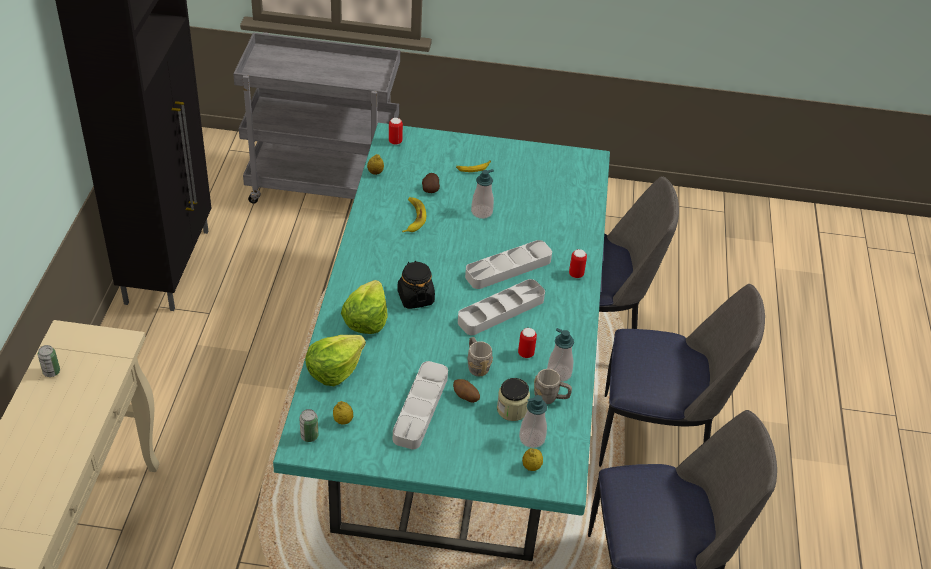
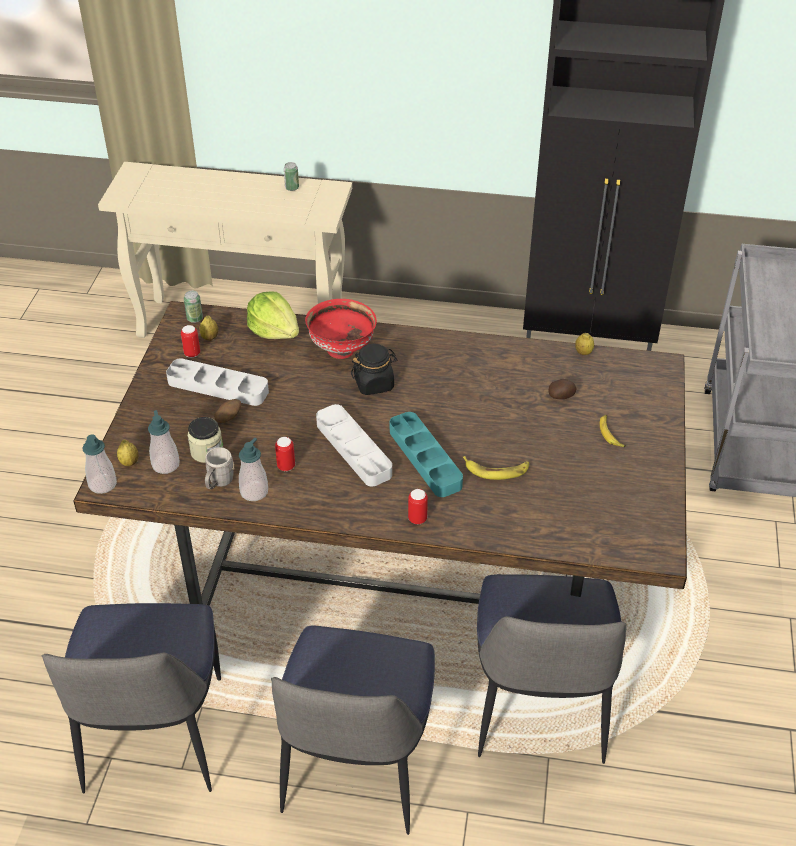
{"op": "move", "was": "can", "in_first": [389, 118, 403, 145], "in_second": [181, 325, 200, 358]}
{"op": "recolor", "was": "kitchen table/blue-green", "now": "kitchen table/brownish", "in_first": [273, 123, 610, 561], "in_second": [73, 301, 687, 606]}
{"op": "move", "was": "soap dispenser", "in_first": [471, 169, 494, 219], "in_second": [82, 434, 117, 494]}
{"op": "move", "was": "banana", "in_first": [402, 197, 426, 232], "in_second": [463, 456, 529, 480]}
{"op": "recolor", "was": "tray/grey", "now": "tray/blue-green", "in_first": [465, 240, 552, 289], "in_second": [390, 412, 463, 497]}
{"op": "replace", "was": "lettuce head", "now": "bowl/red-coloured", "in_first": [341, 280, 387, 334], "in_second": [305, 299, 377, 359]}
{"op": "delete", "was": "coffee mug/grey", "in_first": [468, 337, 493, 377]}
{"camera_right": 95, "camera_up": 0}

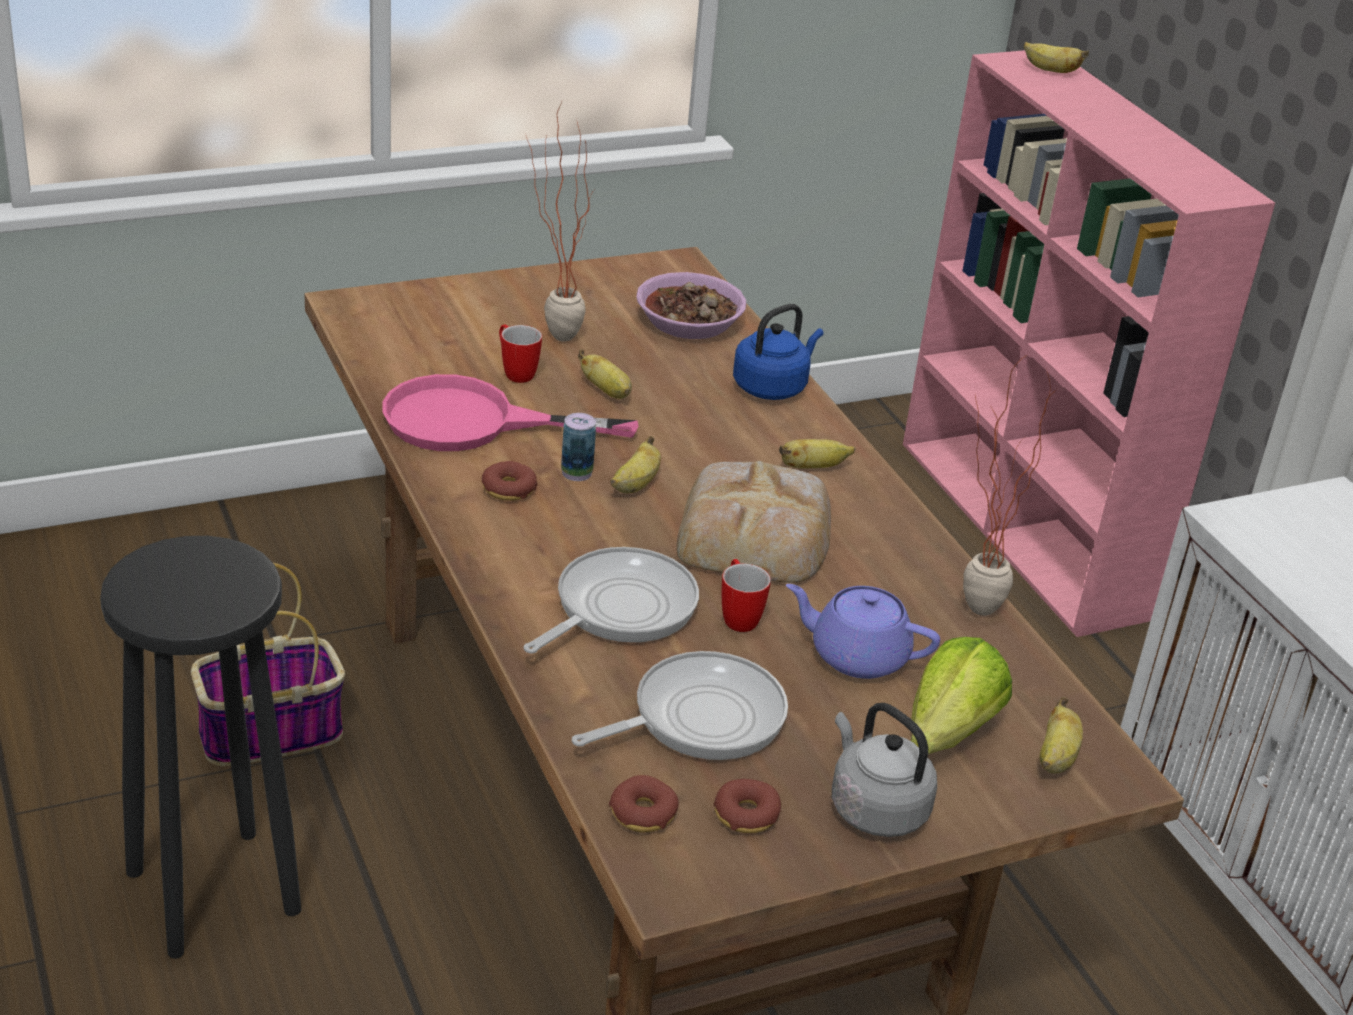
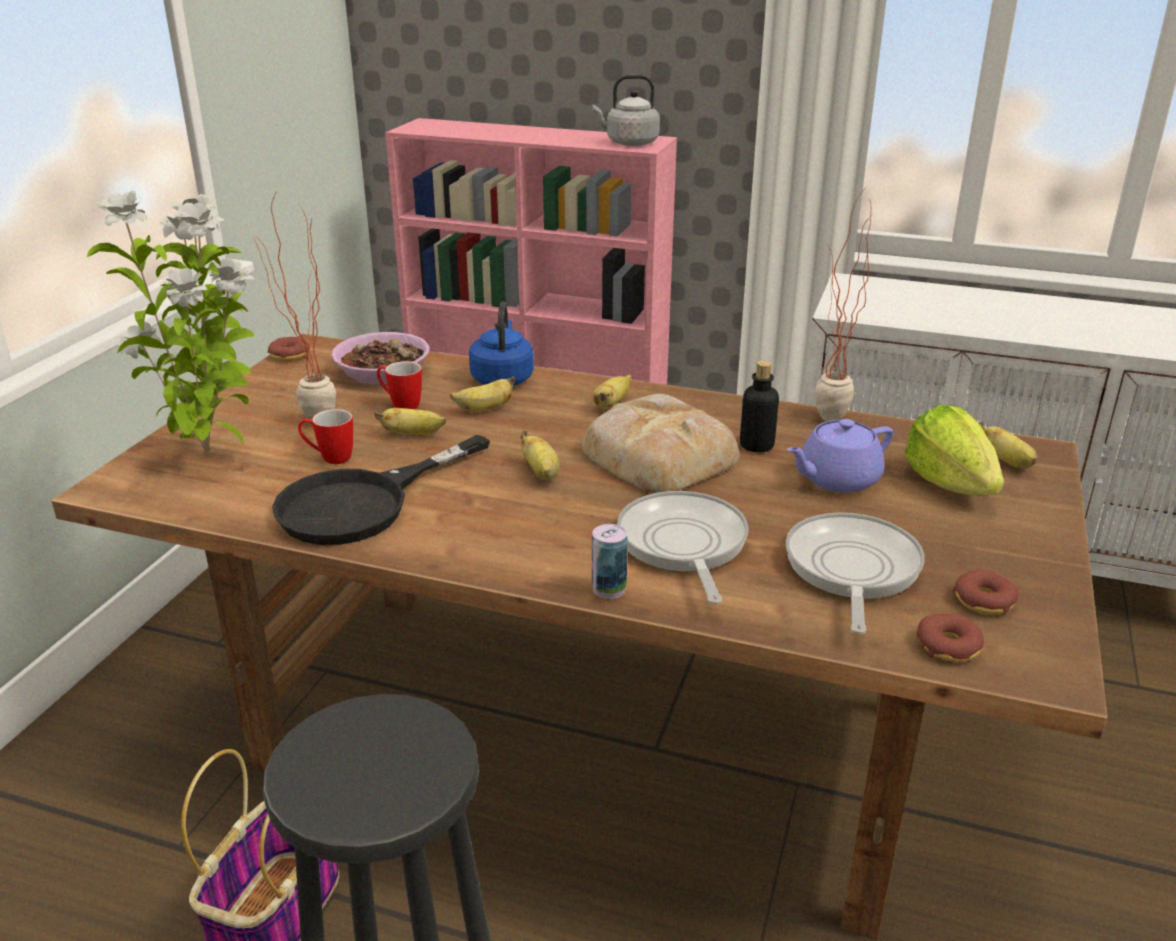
{"op": "move", "was": "banana", "in_first": [1024, 42, 1089, 73], "in_second": [450, 376, 515, 412]}
{"op": "recolor", "was": "frying pan/pink-coloured", "now": "frying pan/black", "in_first": [382, 374, 638, 451], "in_second": [272, 435, 490, 545]}
{"op": "move", "was": "can", "in_first": [561, 413, 596, 481], "in_second": [592, 524, 628, 599]}
{"op": "move", "was": "donut", "in_first": [482, 461, 537, 501], "in_second": [268, 337, 309, 361]}
{"op": "move", "was": "coffee mug", "in_first": [722, 559, 771, 632], "in_second": [377, 361, 422, 409]}
{"op": "move", "was": "water kettle/grey", "in_first": [832, 703, 937, 837], "in_second": [592, 74, 660, 146]}
{"op": "insert", "now": "plant in a pot", "in_second": [87, 190, 255, 454]}
{"op": "insert", "now": "beverage bottle", "in_second": [740, 361, 779, 452]}
{"camera_right": -45, "camera_up": -5}

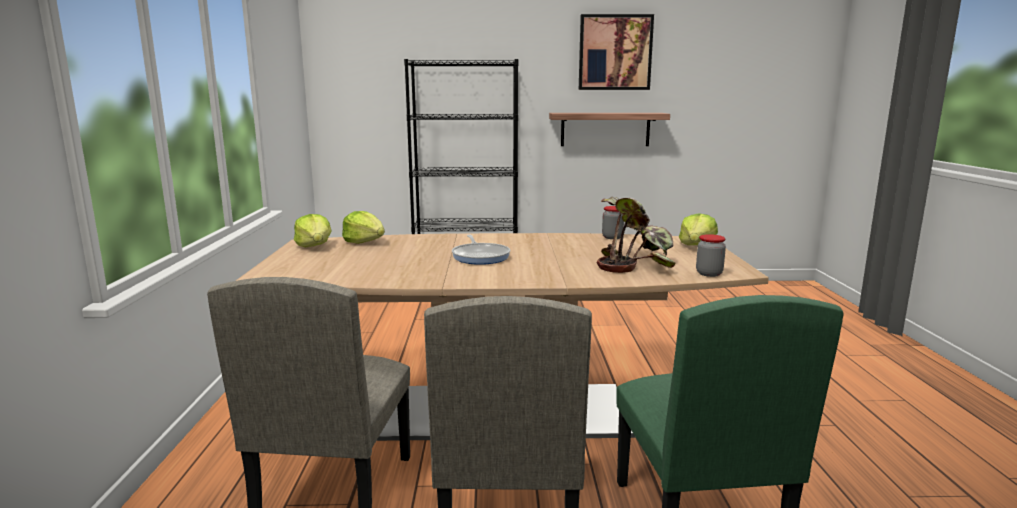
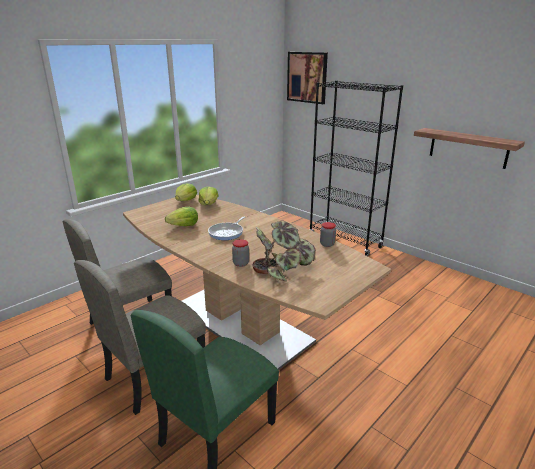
{"op": "move", "was": "wall picture", "in_first": [579, 14, 654, 90], "in_second": [287, 52, 328, 104]}
{"op": "move", "was": "lettuce head", "in_first": [679, 213, 718, 245], "in_second": [165, 207, 198, 226]}
{"op": "move", "was": "storage jar", "in_first": [696, 234, 726, 277], "in_second": [232, 239, 249, 267]}
{"camera_right": 45, "camera_up": 10}

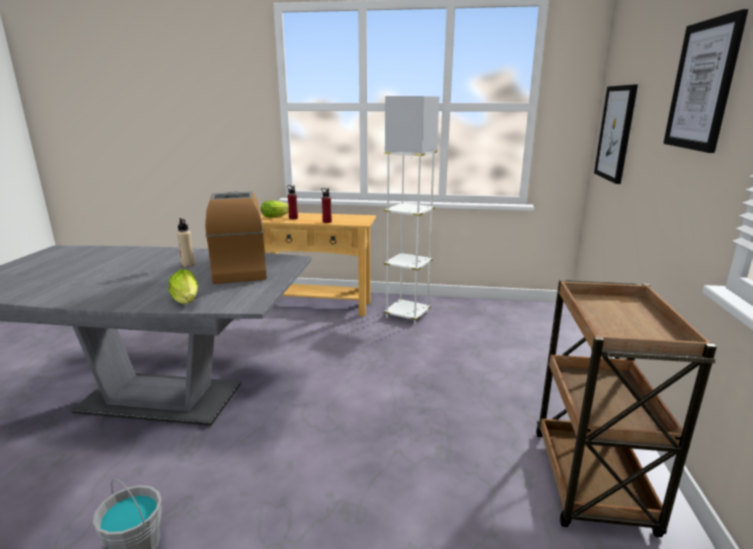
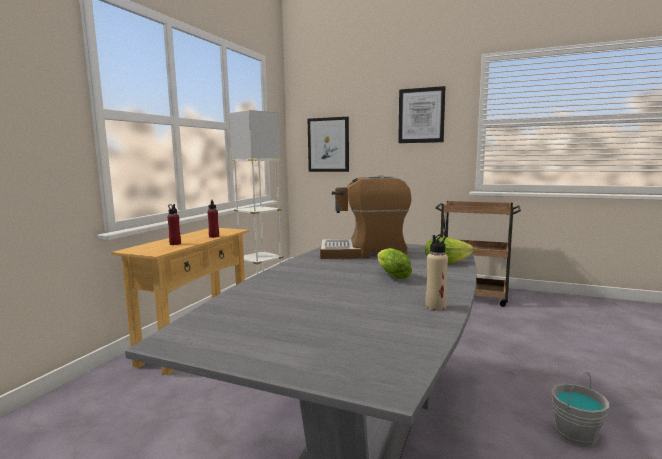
{"op": "move", "was": "lettuce head", "in_first": [261, 201, 289, 218], "in_second": [377, 248, 412, 279]}
{"op": "move", "was": "beverage bottle/beige", "in_first": [177, 218, 195, 267], "in_second": [426, 233, 448, 311]}
{"camera_right": -75, "camera_up": -10}

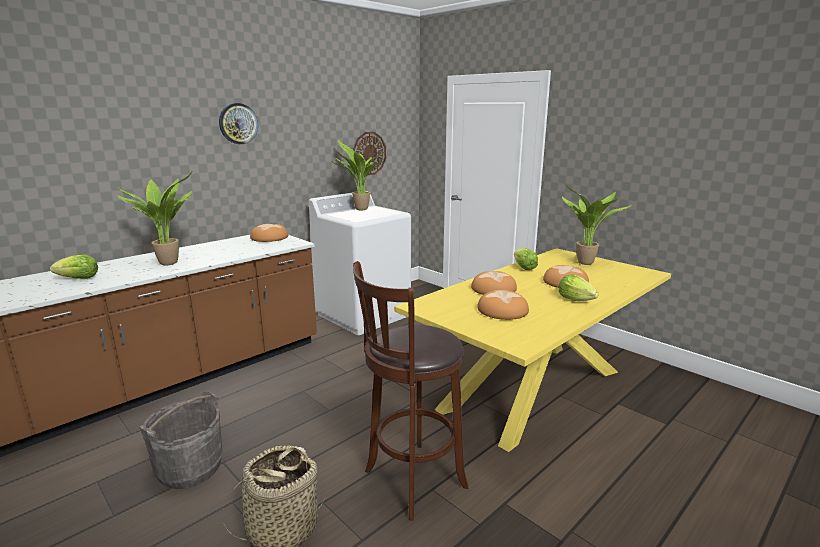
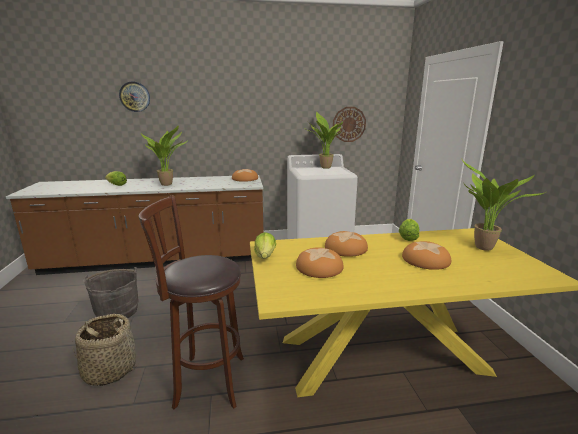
{"op": "move", "was": "clock on the wall", "in_first": [219, 103, 258, 144], "in_second": [119, 82, 150, 112]}
{"op": "move", "was": "lettuce head", "in_first": [559, 274, 599, 301], "in_second": [254, 232, 276, 259]}
{"camera_right": 35, "camera_up": 0}

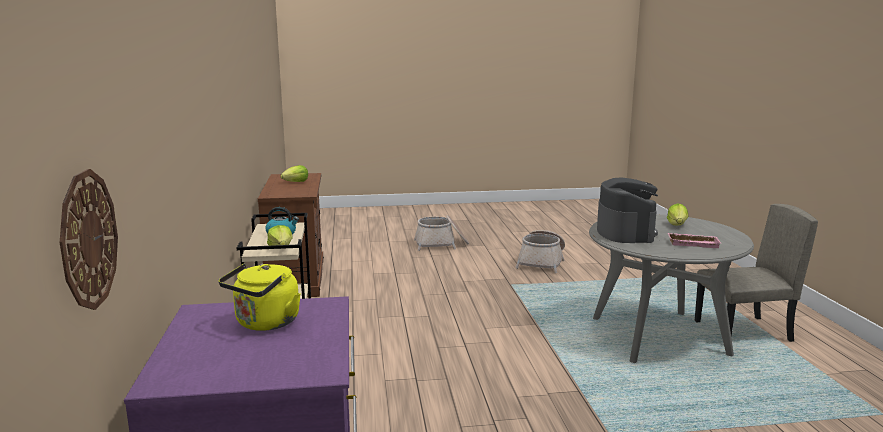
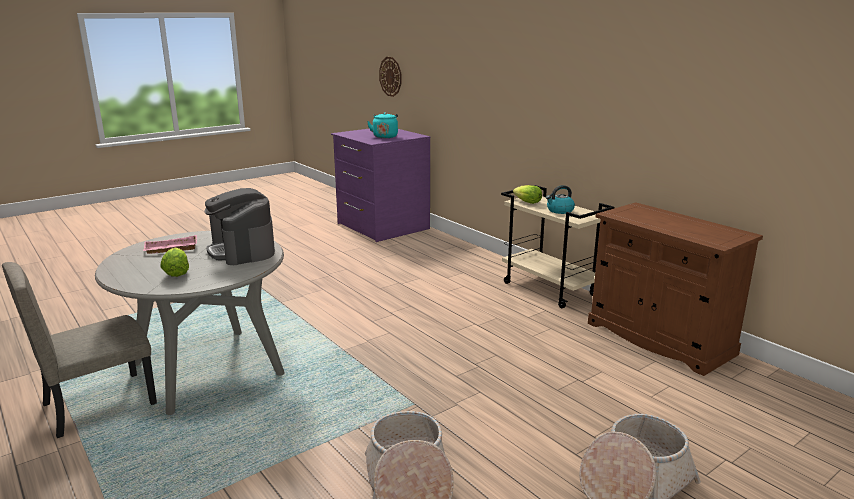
{"op": "delete", "was": "lettuce head", "in_first": [280, 165, 308, 182]}
{"op": "recolor", "was": "water kettle/yellowish", "now": "water kettle/blue-green", "in_first": [218, 263, 300, 331], "in_second": [367, 112, 398, 138]}
{"camera_right": 150, "camera_up": 5}

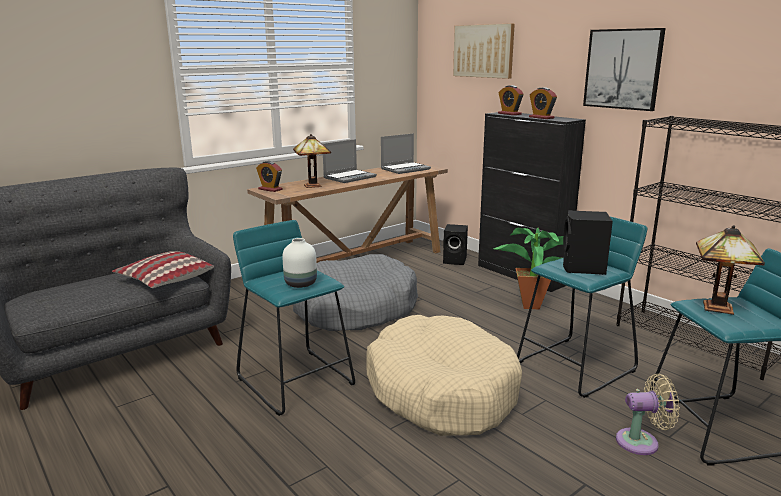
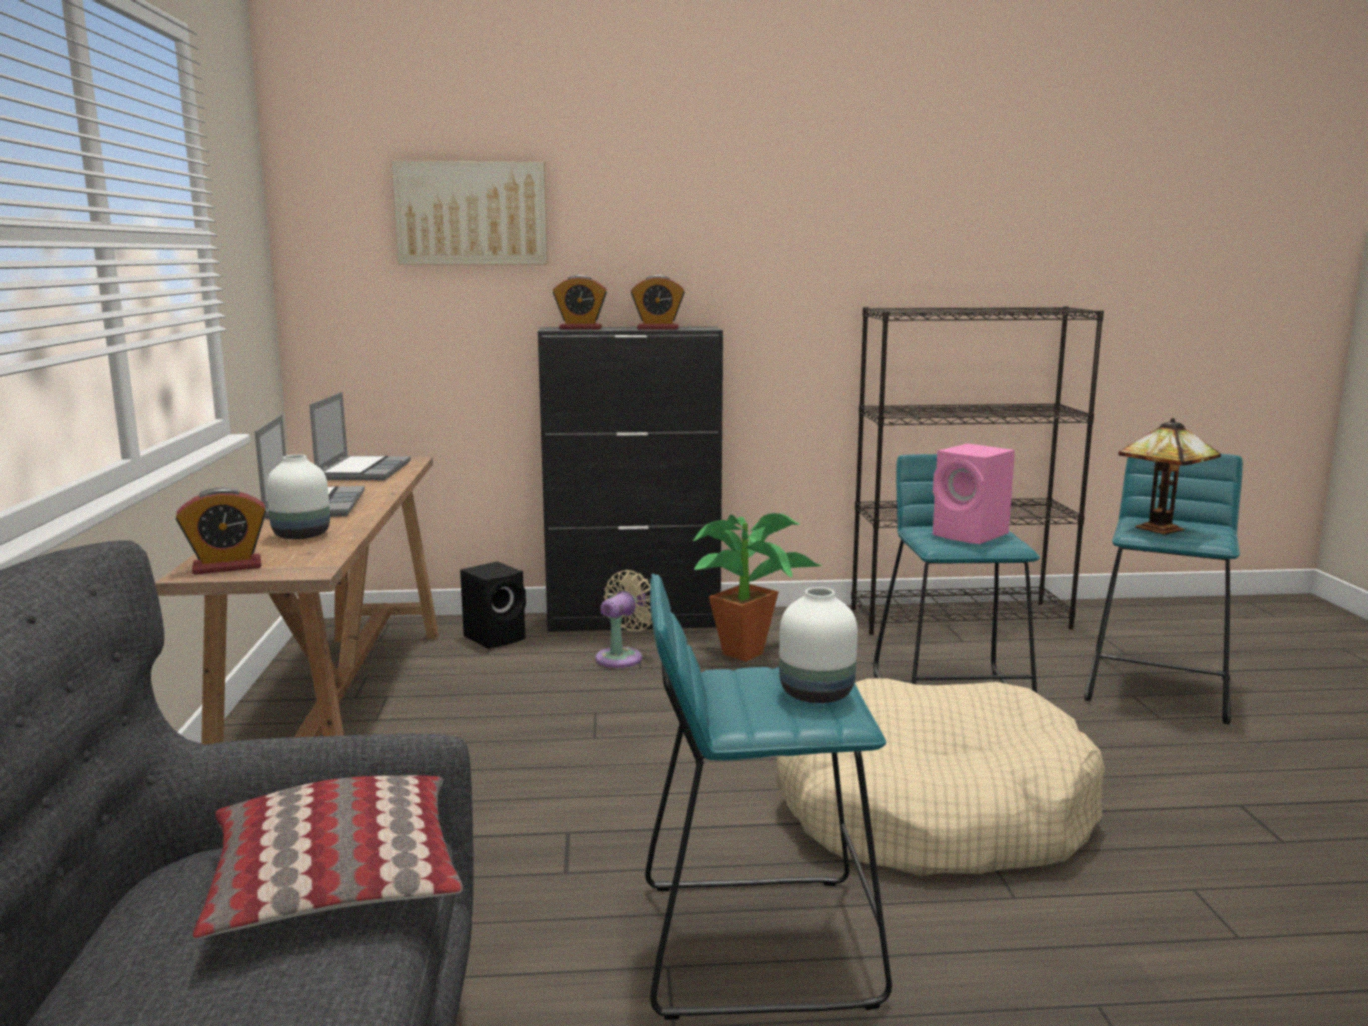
{"op": "delete", "was": "wall picture", "in_first": [583, 28, 666, 111]}
{"op": "replace", "was": "tabletop lamp", "now": "flower vase/white-coloured", "in_first": [293, 134, 331, 188], "in_second": [266, 454, 330, 539]}
{"op": "recolor", "was": "loudspeaker/black", "now": "loudspeaker/pink-coloured", "in_first": [563, 210, 613, 275], "in_second": [933, 444, 1015, 544]}
{"op": "delete", "was": "pet bed/grey", "in_first": [293, 254, 418, 331]}
{"op": "move", "was": "electric fan/beige", "in_first": [616, 374, 680, 455], "in_second": [595, 570, 652, 668]}
{"camera_right": -55, "camera_up": -5}

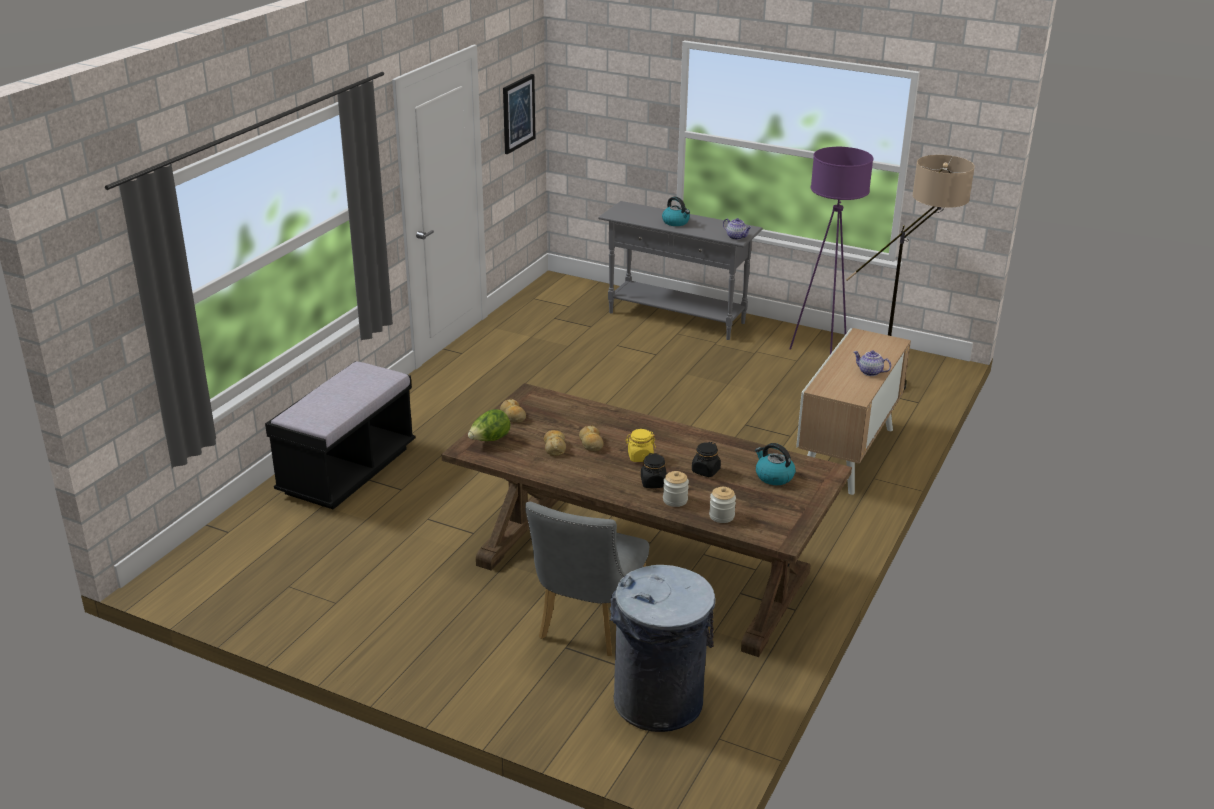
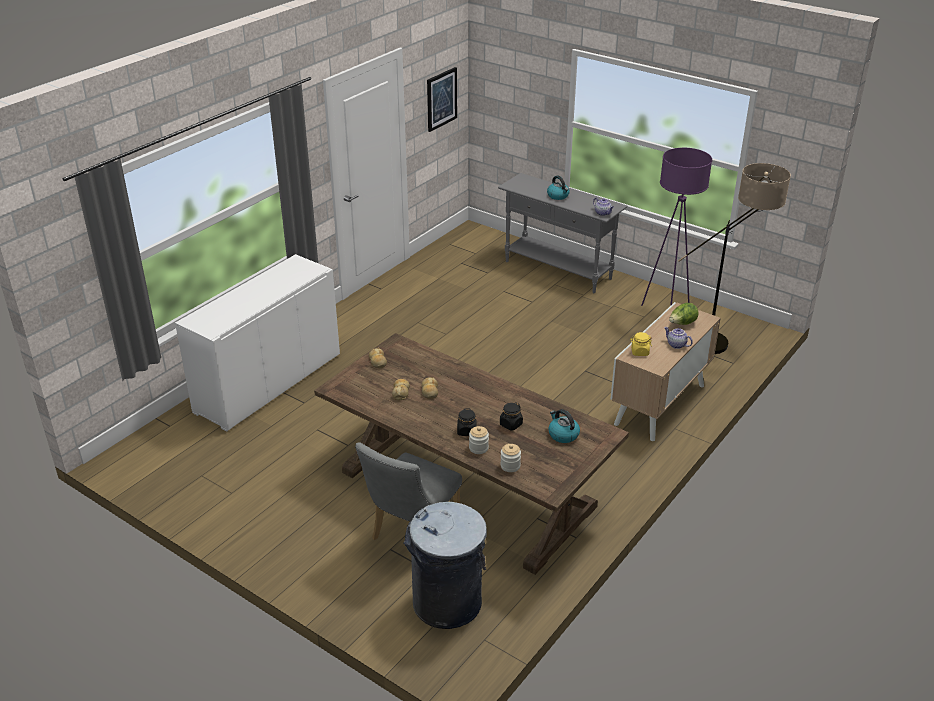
{"op": "replace", "was": "long seat/black", "now": "cupboard/white-coloured", "in_first": [265, 361, 415, 509], "in_second": [175, 254, 340, 432]}
{"op": "move", "was": "lettuce head", "in_first": [468, 409, 510, 441], "in_second": [669, 303, 699, 325]}
{"op": "move", "was": "storage jar/yellowish", "in_first": [625, 429, 656, 462], "in_second": [630, 332, 652, 356]}
{"camera_right": 10, "camera_up": 5}

